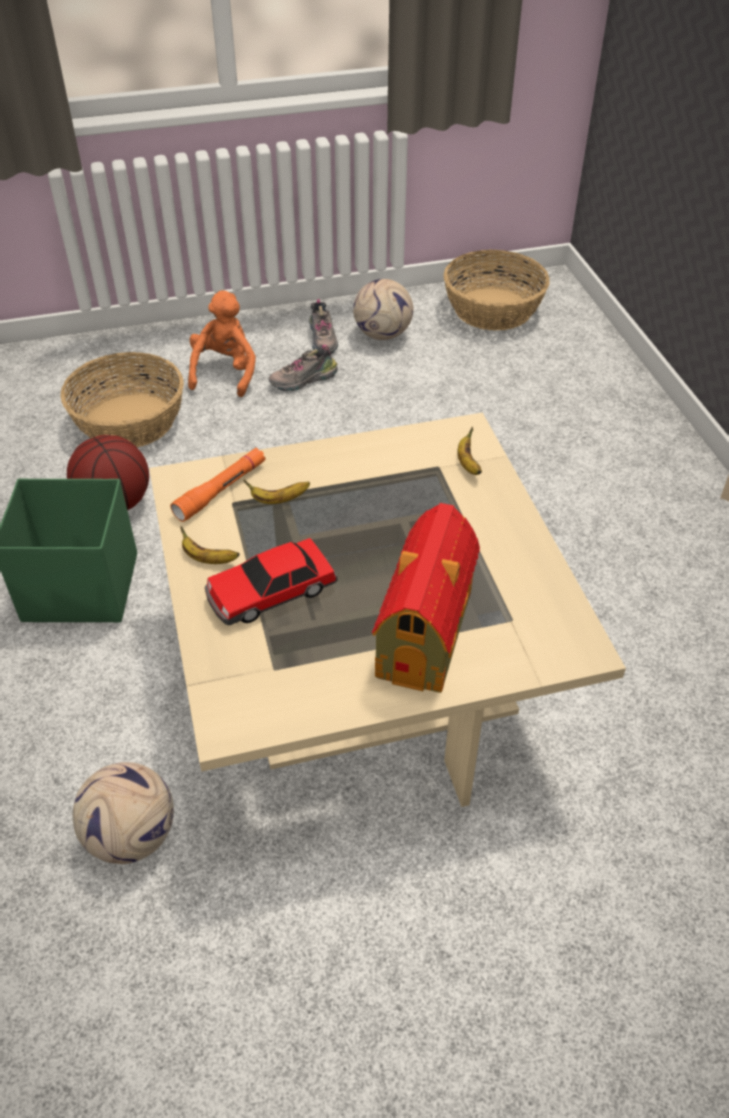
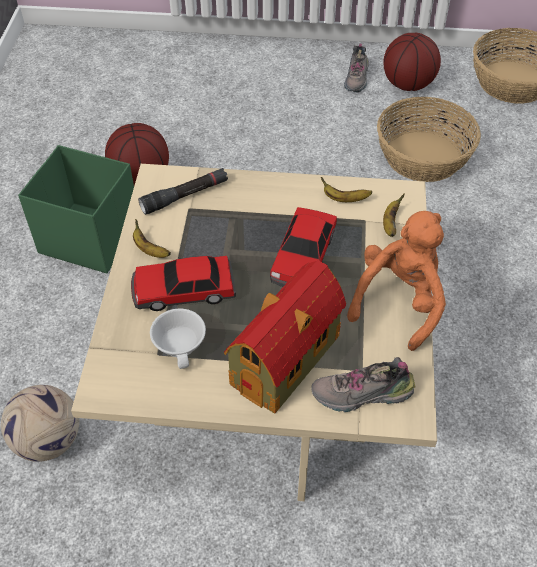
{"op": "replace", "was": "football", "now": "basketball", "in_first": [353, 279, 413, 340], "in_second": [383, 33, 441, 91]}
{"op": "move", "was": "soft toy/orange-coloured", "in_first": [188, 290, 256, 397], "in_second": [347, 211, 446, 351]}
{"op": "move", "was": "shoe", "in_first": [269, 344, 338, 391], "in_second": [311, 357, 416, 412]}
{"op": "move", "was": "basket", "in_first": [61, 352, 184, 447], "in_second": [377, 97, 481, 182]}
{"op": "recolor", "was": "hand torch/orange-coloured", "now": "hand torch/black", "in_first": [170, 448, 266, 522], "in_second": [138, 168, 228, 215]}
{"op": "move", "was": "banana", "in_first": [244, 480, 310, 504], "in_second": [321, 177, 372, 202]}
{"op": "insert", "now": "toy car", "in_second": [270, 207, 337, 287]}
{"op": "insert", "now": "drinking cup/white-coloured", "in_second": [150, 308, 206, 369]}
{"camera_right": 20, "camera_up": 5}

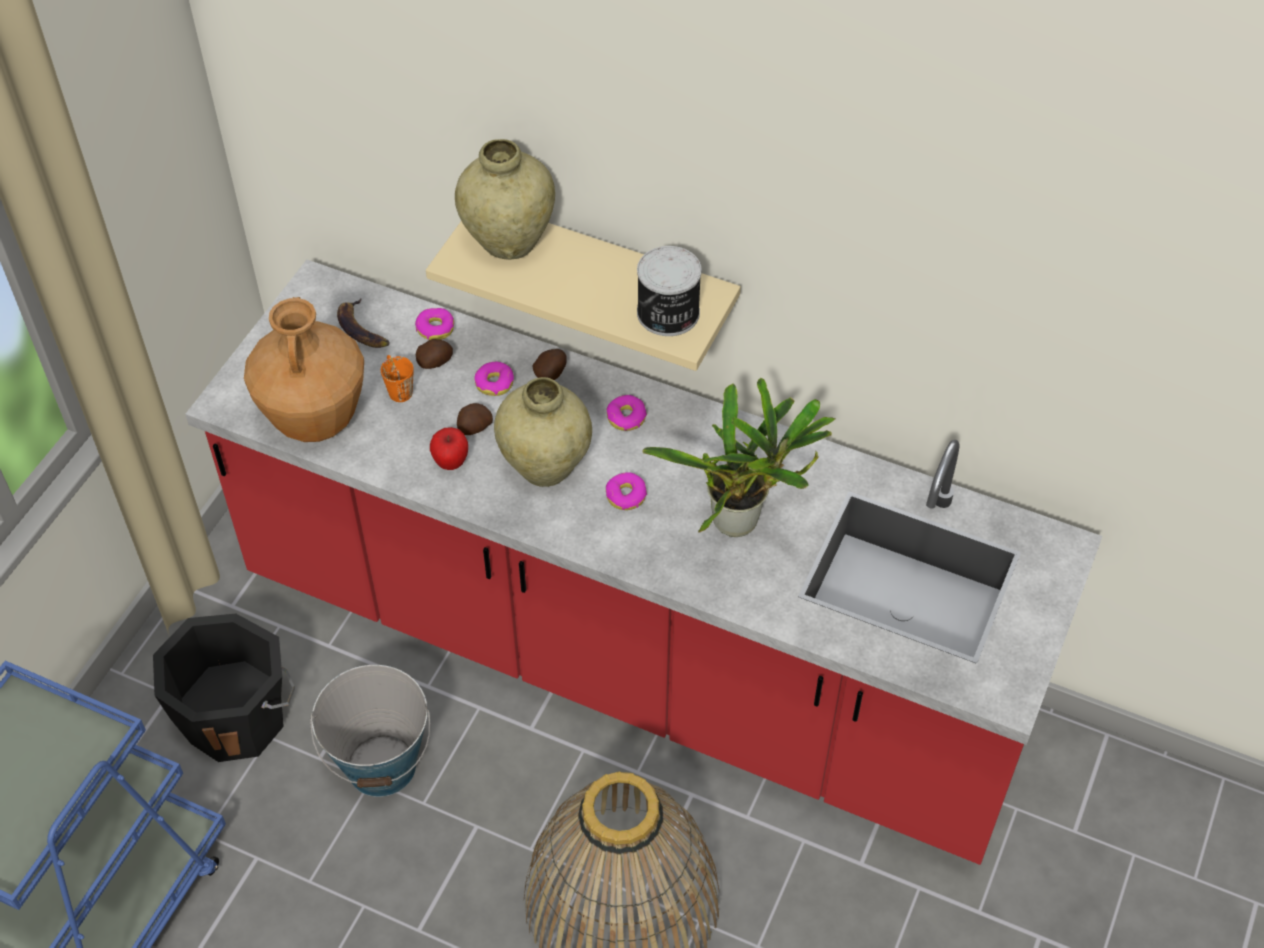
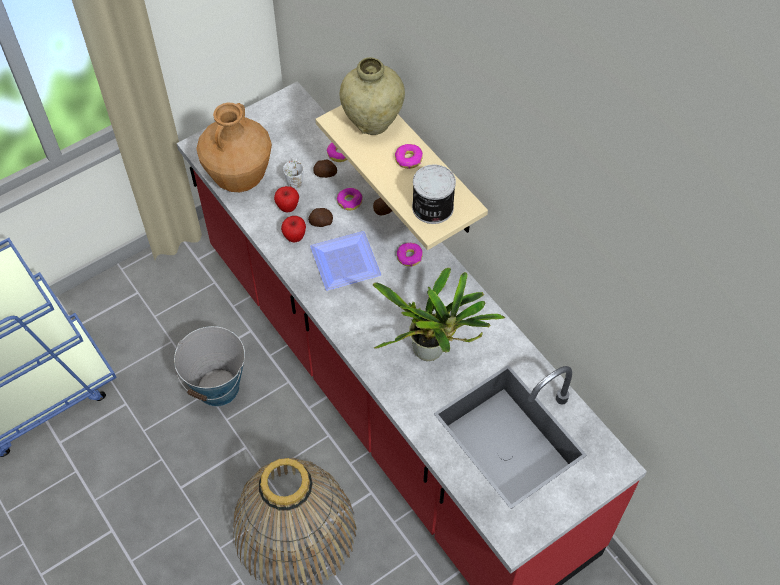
{"op": "delete", "was": "banana", "in_first": [337, 299, 390, 348]}
{"op": "recolor", "was": "coffee mug/orange-coloured", "now": "coffee mug/white-coloured", "in_first": [381, 355, 414, 402], "in_second": [283, 158, 304, 190]}
{"op": "replace", "was": "flower vase/beige", "now": "plate", "in_first": [494, 377, 592, 487], "in_second": [310, 231, 381, 291]}
{"op": "move", "was": "donut", "in_first": [606, 472, 647, 510], "in_second": [395, 144, 423, 169]}
{"op": "delete", "was": "water bucket/black", "in_first": [153, 614, 295, 762]}
{"op": "insert", "now": "whole apple", "in_second": [274, 186, 299, 213]}
{"camera_right": 30, "camera_up": 5}

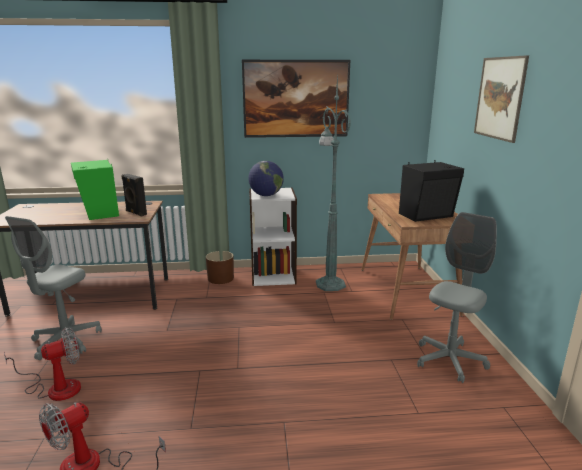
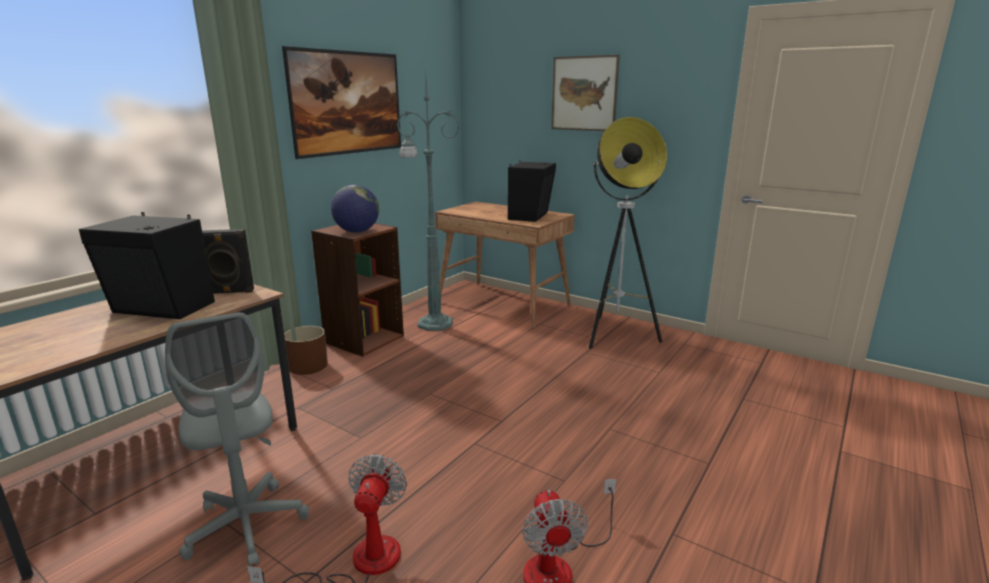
{"op": "recolor", "was": "loudspeaker/green-coloured", "now": "loudspeaker/black", "in_first": [71, 160, 119, 220], "in_second": [79, 212, 215, 319]}
{"op": "recolor", "was": "bookcase/white-coloured", "now": "bookcase/brownish", "in_first": [249, 188, 297, 286], "in_second": [311, 223, 404, 357]}
{"op": "replace", "was": "computer chair/grey", "now": "standard lamp", "in_first": [417, 212, 497, 383], "in_second": [589, 117, 667, 349]}
{"camera_right": -50, "camera_up": 0}

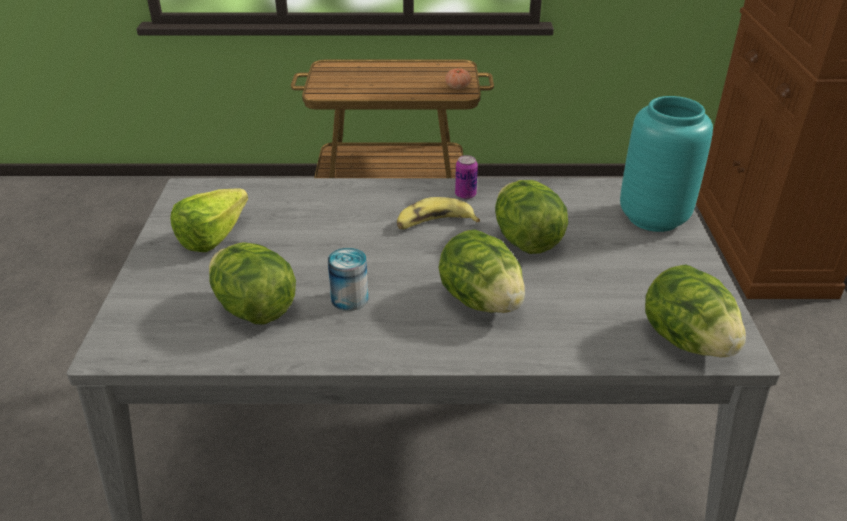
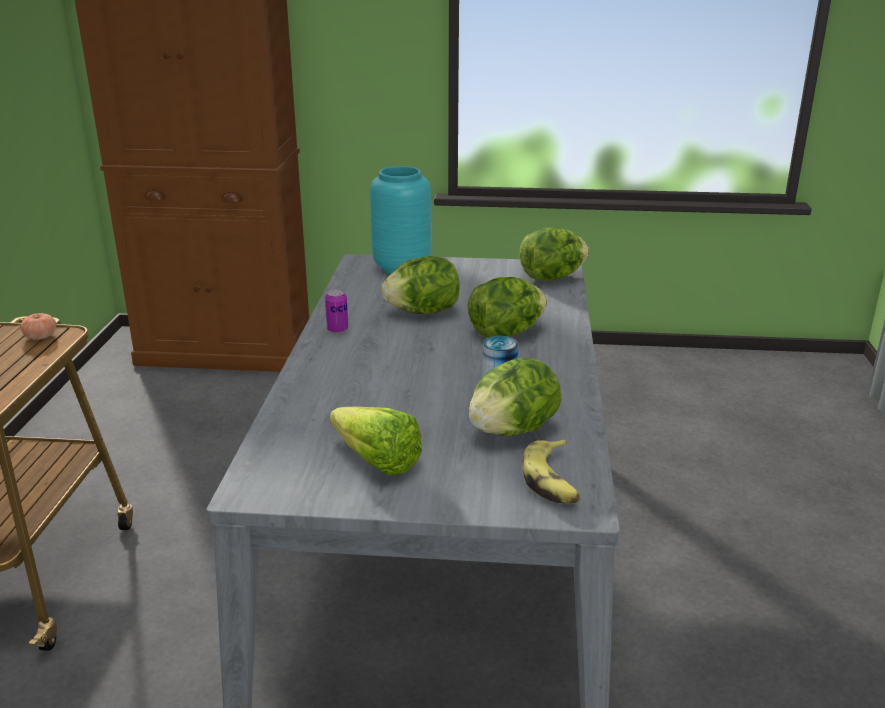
{"op": "move", "was": "banana", "in_first": [397, 197, 480, 229], "in_second": [522, 439, 580, 504]}
{"camera_right": -85, "camera_up": -10}

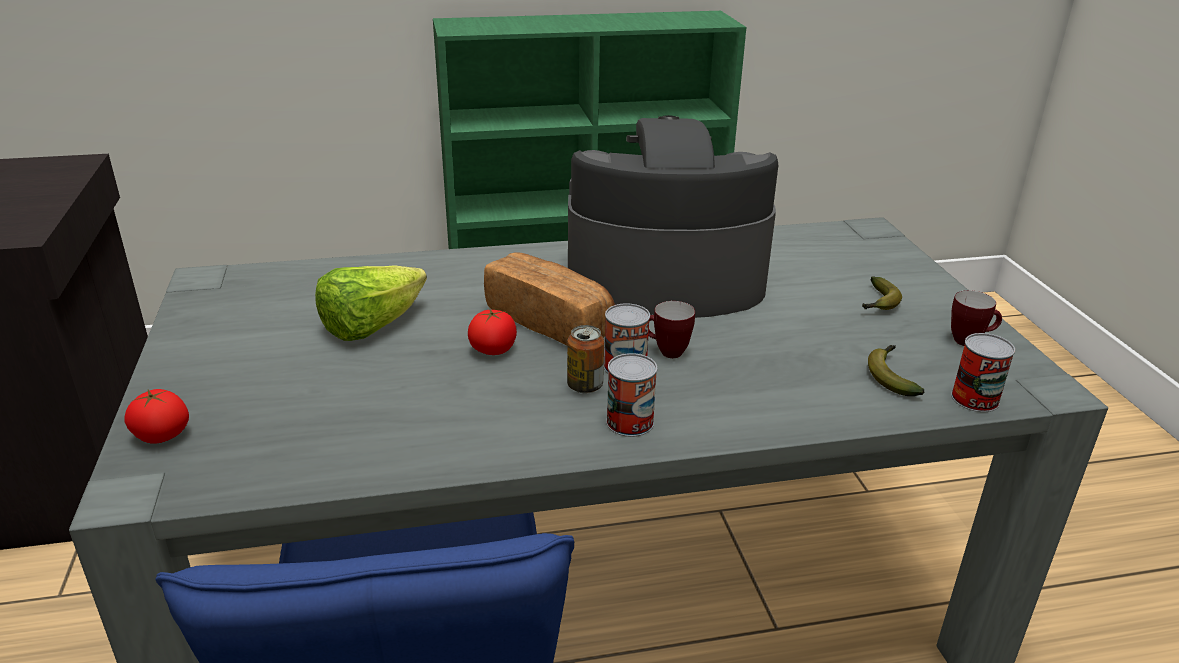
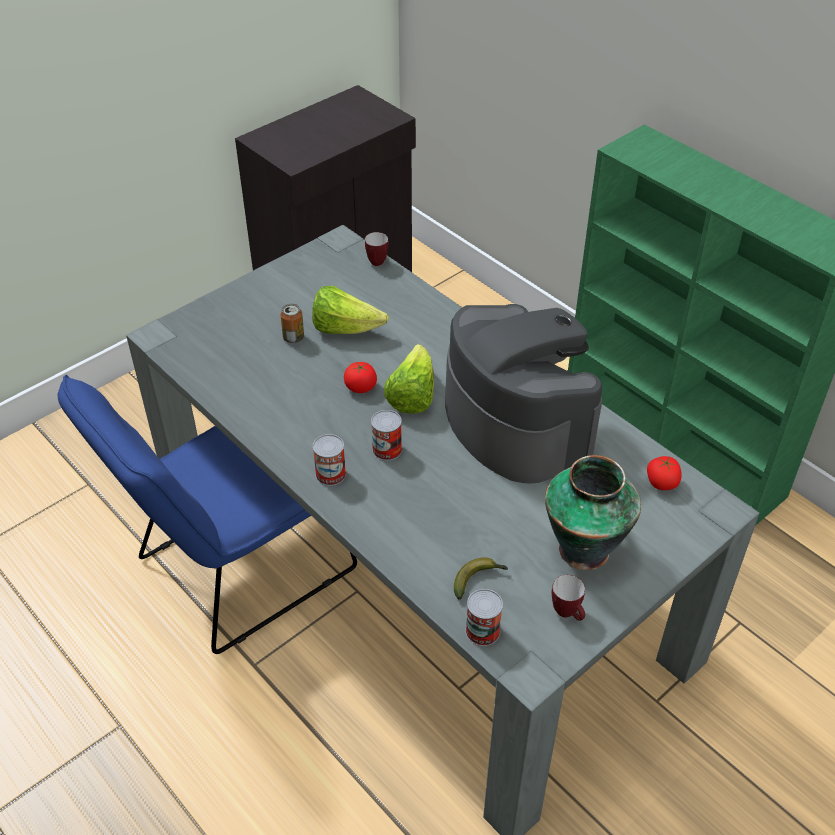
{"op": "replace", "was": "bread", "now": "lettuce head", "in_first": [484, 252, 615, 346], "in_second": [384, 344, 434, 414]}
{"op": "replace", "was": "banana", "now": "flower vase", "in_first": [862, 277, 902, 310], "in_second": [545, 455, 641, 570]}
{"op": "move", "was": "coffee mug", "in_first": [648, 301, 695, 358], "in_second": [365, 232, 388, 266]}
{"op": "move", "was": "can", "in_first": [567, 325, 604, 393], "in_second": [280, 304, 304, 343]}
{"op": "move", "was": "tomato", "in_first": [124, 389, 189, 444], "in_second": [647, 456, 682, 490]}
{"camera_right": 60, "camera_up": 15}

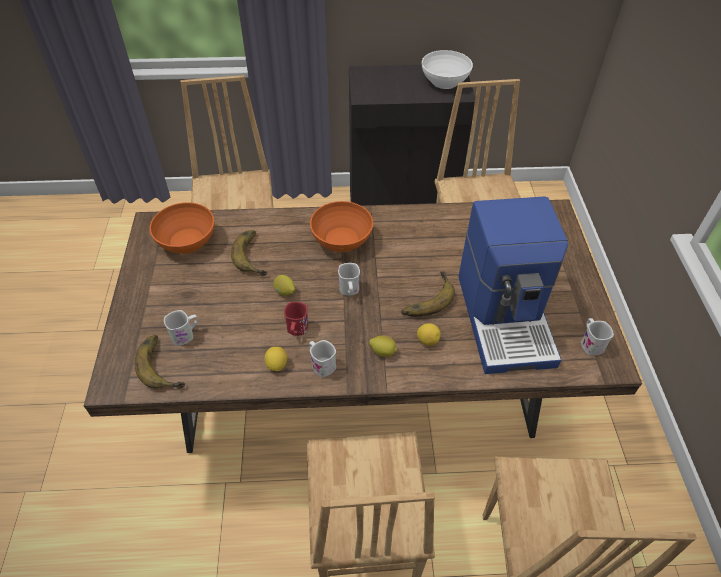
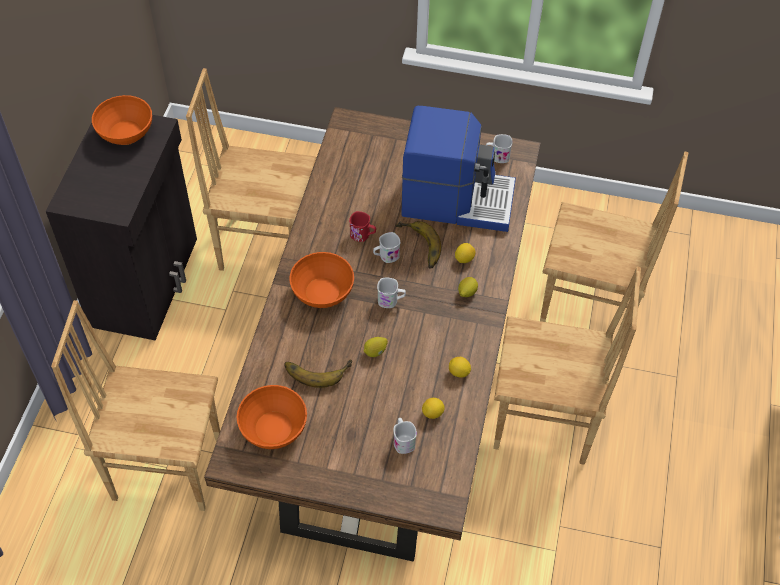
{"op": "recolor", "was": "bowl/white-coloured", "now": "bowl/orange-coloured", "in_first": [422, 50, 473, 89], "in_second": [92, 95, 152, 145]}
{"op": "move", "was": "coffee mug/red-coloured", "in_first": [284, 302, 308, 336], "in_second": [349, 211, 376, 242]}
{"op": "delete", "was": "banana", "in_first": [135, 335, 185, 389]}
{"op": "move", "was": "coffee mug/white-coloured", "in_first": [309, 340, 336, 377], "in_second": [373, 232, 400, 263]}
{"op": "insert", "now": "citrus fruit", "in_second": [422, 398, 445, 419]}
{"camera_right": -75, "camera_up": 5}

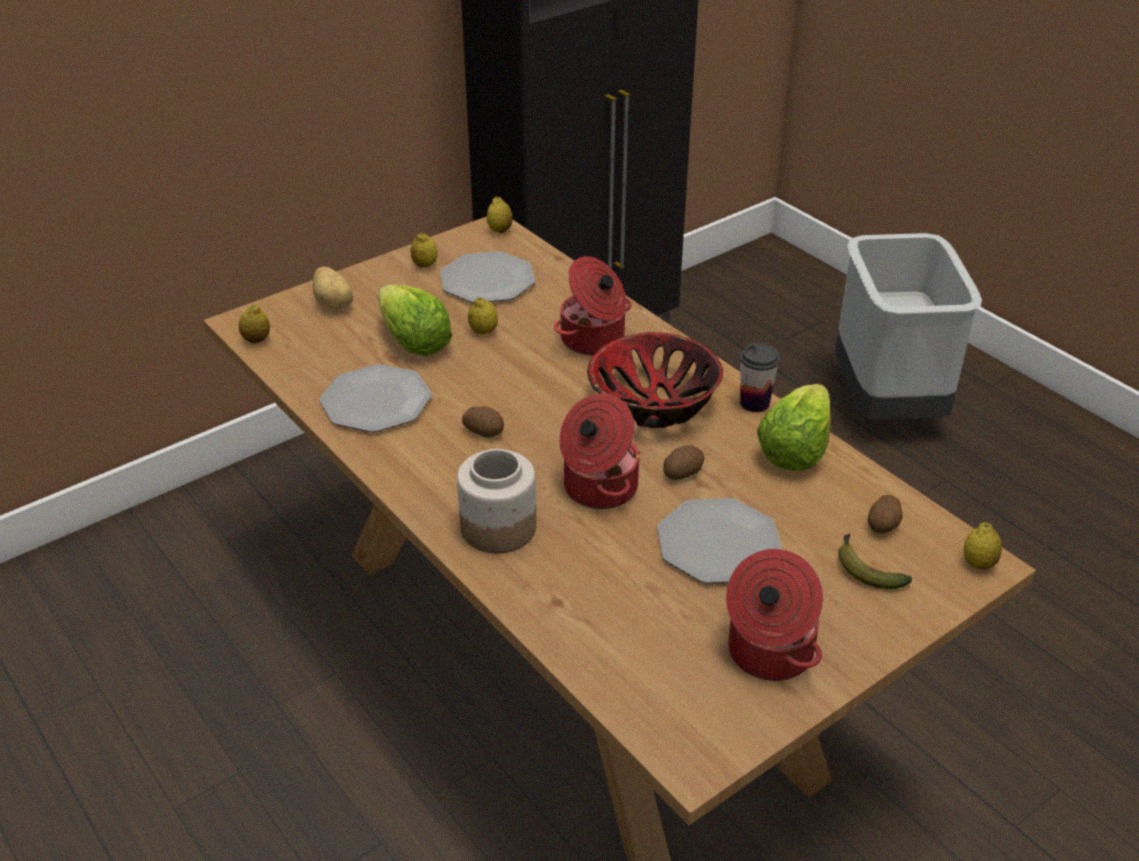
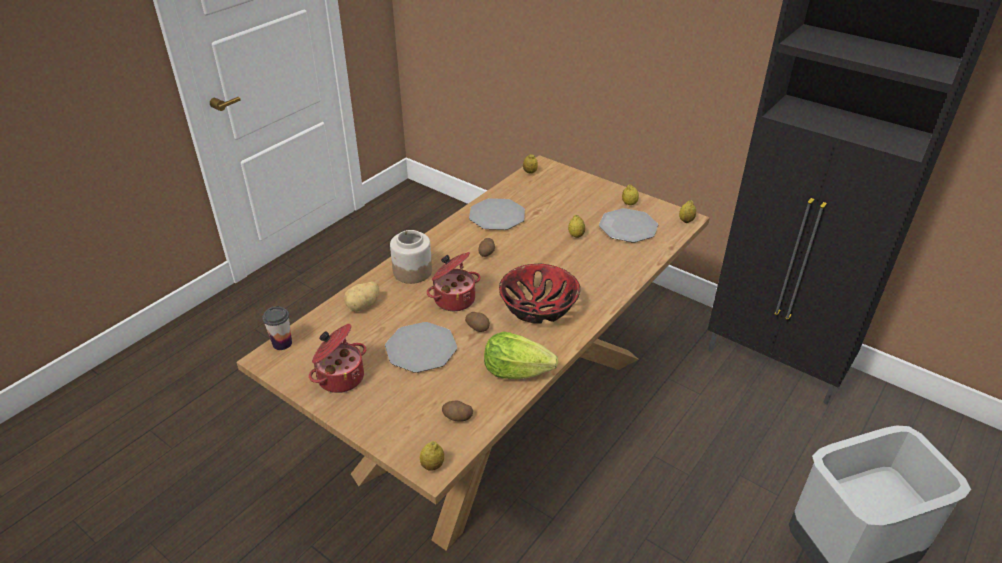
{"op": "delete", "was": "saucepot", "in_first": [554, 256, 632, 355]}
{"op": "move", "was": "potato", "in_first": [313, 267, 353, 309], "in_second": [344, 282, 380, 311]}
{"op": "delete", "was": "lettuce head", "in_first": [377, 285, 452, 356]}
{"op": "move", "was": "drinking cup", "in_first": [740, 343, 780, 412], "in_second": [262, 306, 292, 350]}
{"op": "delete", "was": "banana", "in_first": [838, 534, 912, 589]}
{"camera_right": 75, "camera_up": 0}

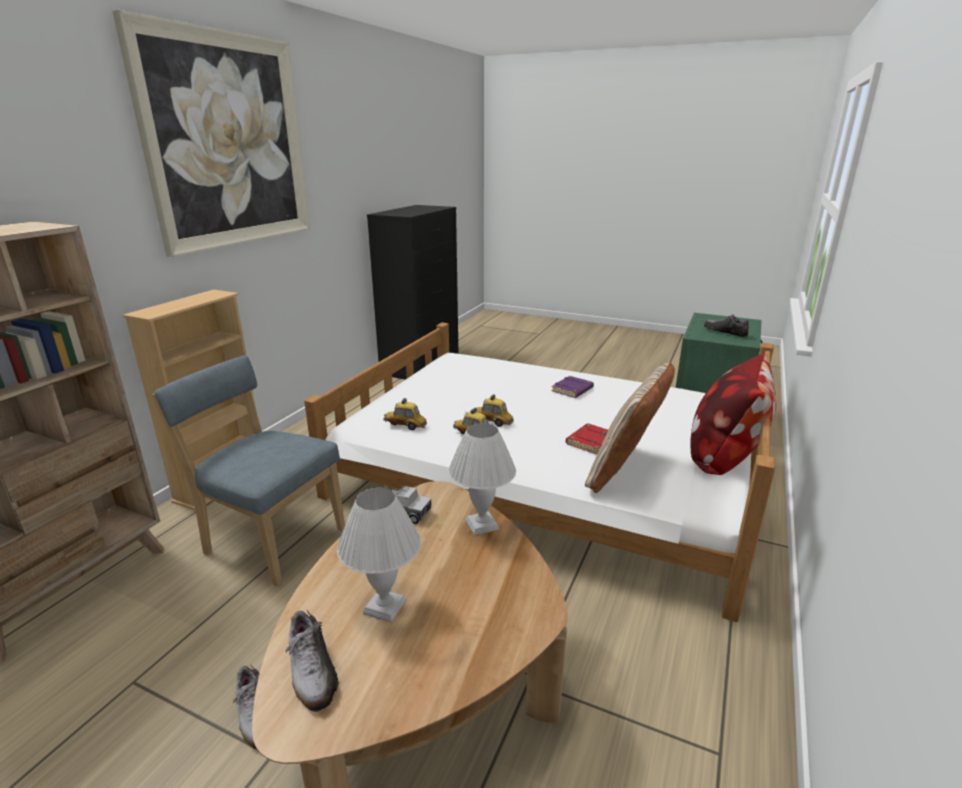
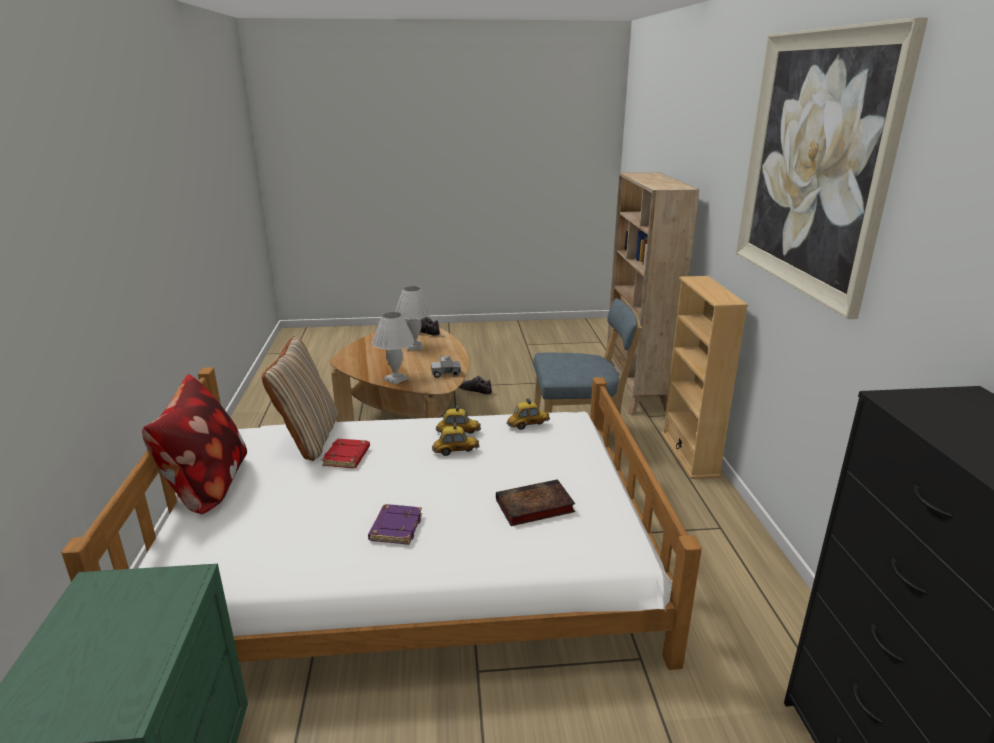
{"op": "delete", "was": "shoe", "in_first": [704, 314, 749, 337]}
{"op": "insert", "now": "volume", "in_second": [496, 479, 575, 526]}
{"camera_right": 150, "camera_up": 0}

